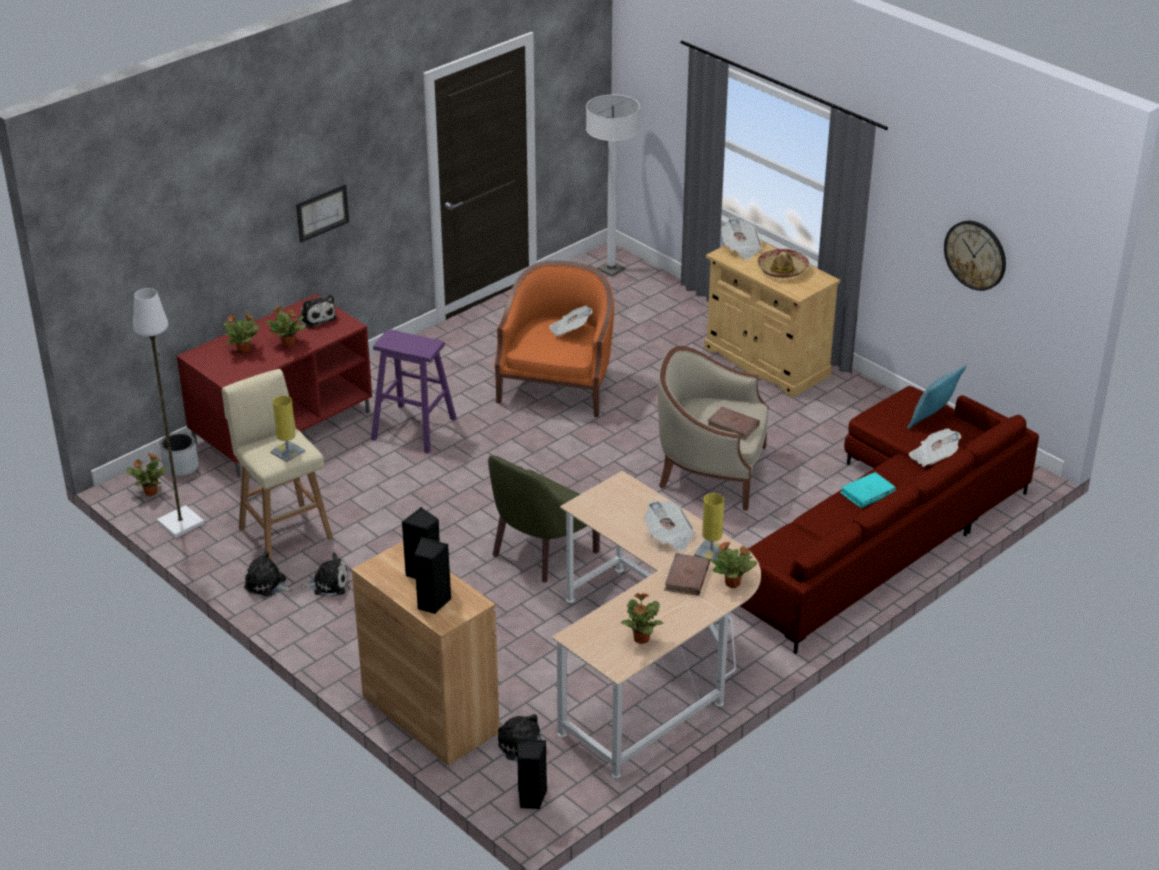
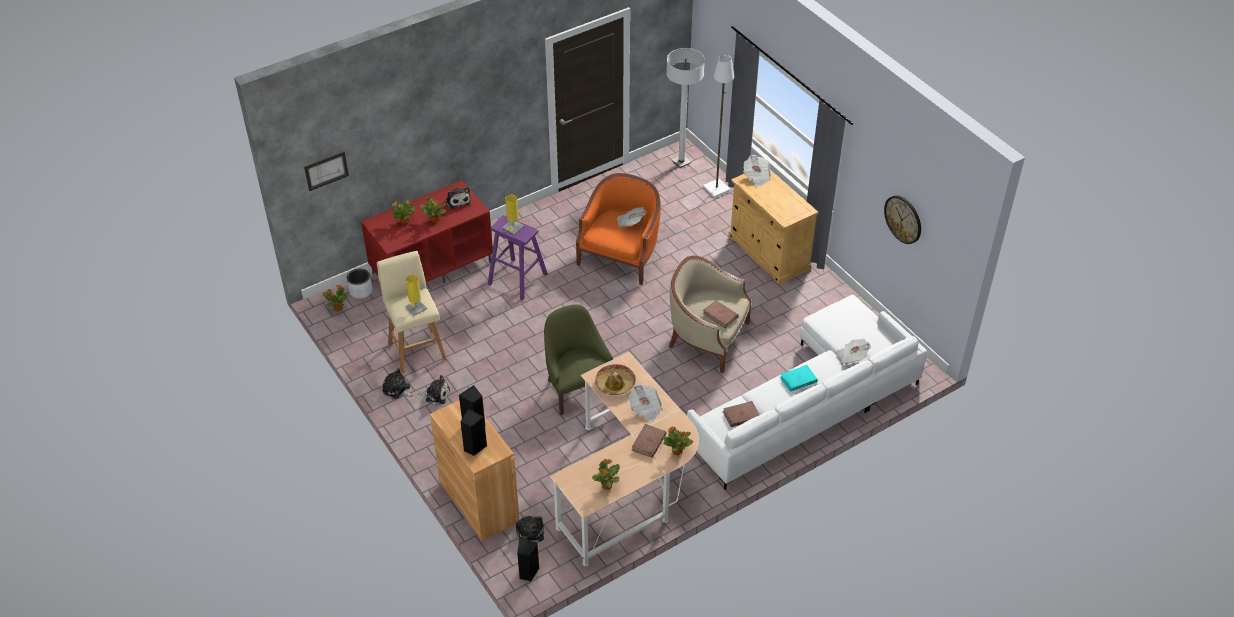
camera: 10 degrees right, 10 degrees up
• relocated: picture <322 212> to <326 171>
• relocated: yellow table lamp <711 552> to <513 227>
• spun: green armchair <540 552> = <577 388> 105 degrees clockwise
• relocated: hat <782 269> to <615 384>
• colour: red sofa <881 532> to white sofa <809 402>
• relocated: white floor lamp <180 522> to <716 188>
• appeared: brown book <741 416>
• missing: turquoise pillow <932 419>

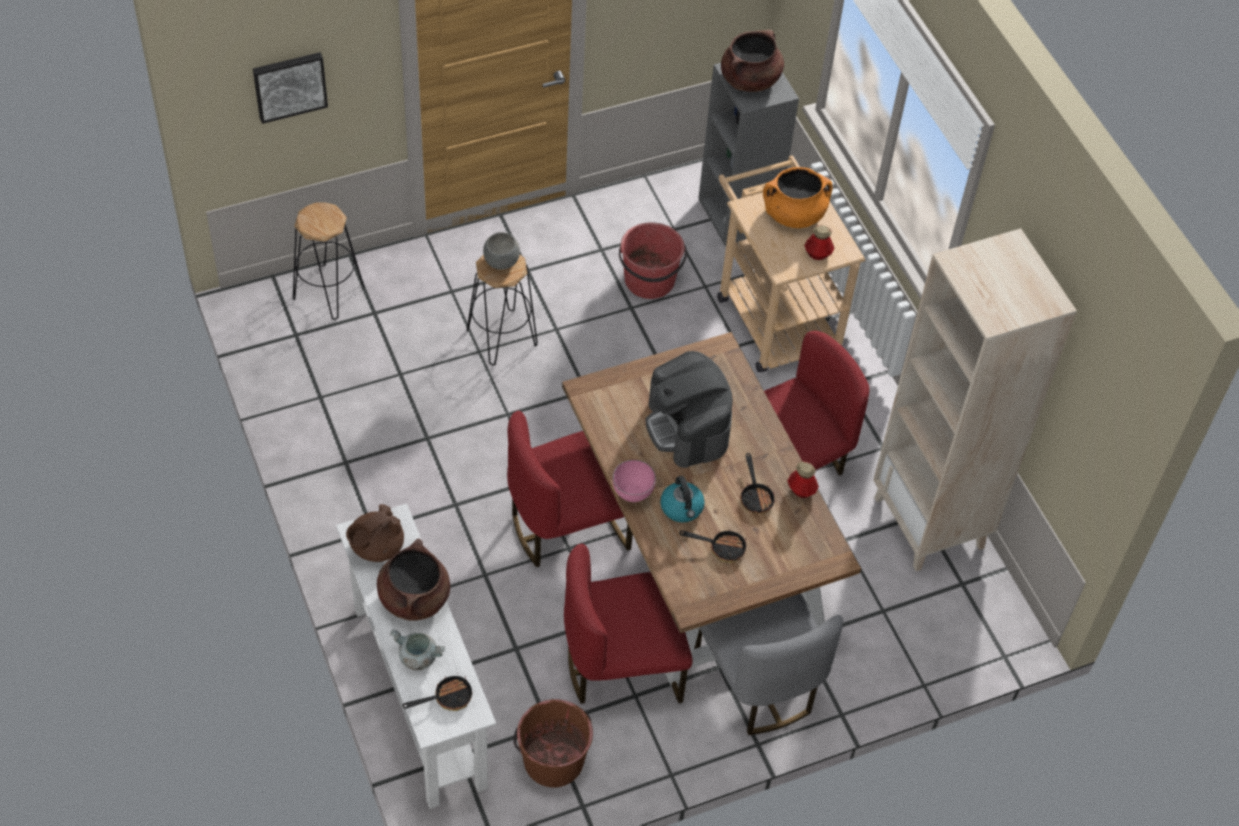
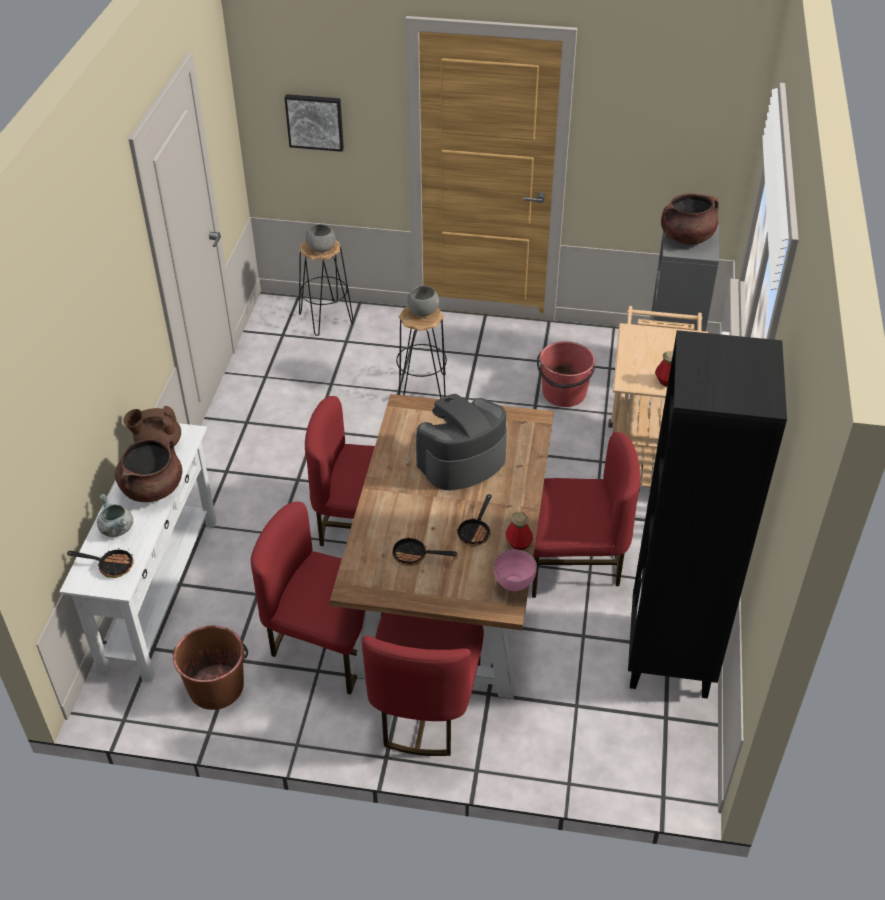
camera: 35 degrees right, 10 degrees down
• appeared: grey bowl <321 248>
• colour: grey chair <758 683> to red chair <424 710>
• spun: frying pan <721 547> = <415 556> 150 degrees clockwise
• spun: coffee machine <688 427> = <461 461> 45 degrees clockwise
• relocated: pink bowl <633 495> to <513 586>
• colour: beige bookcase <930 523> to black bookcase <670 656>
• missing: kettle <682 508>
• missing: orange cooking pot <793 214>

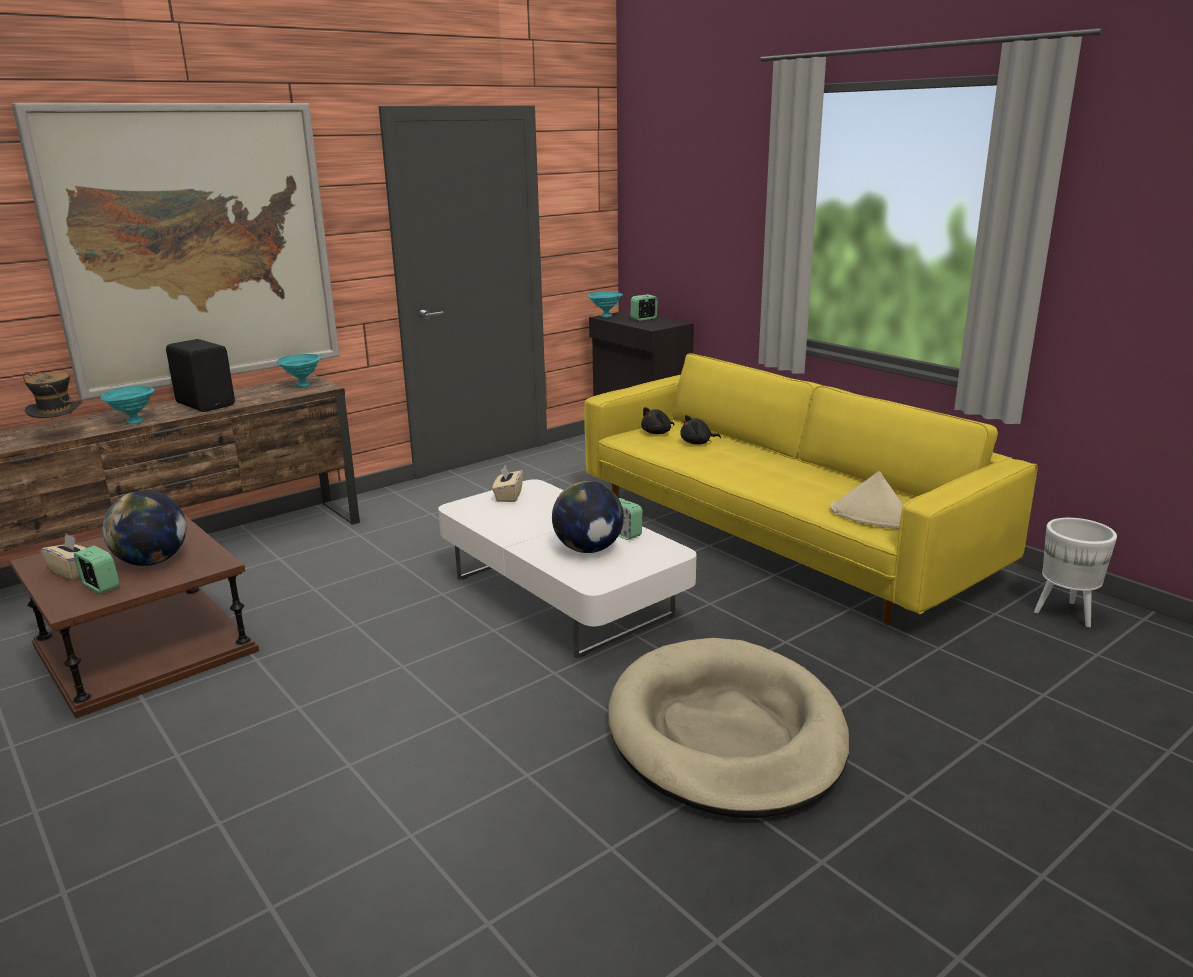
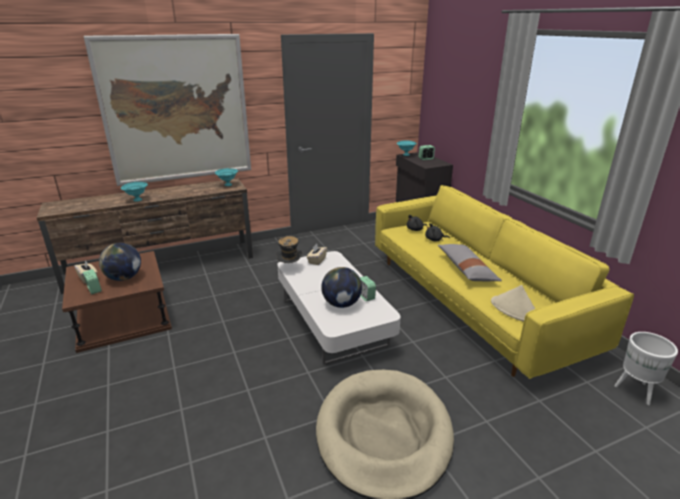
camera: 15 degrees right, 5 degrees up
• relocated: hat <61 435> to <289 268>
• appeared: grey pillow <466 269>
• missing: black speaker <206 404>

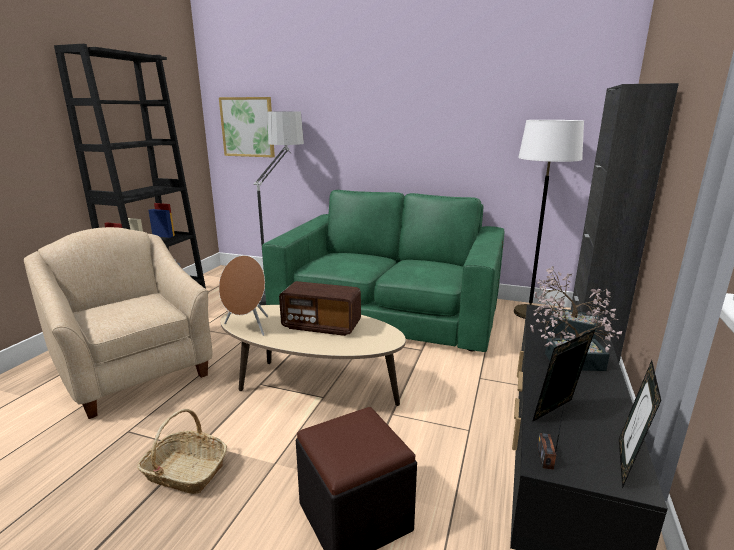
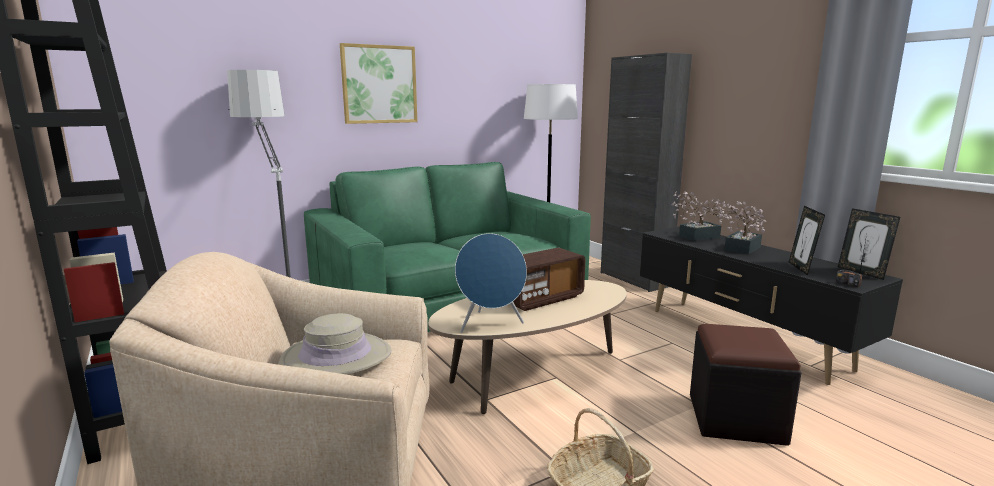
camera: 50 degrees left, 5 degrees down
• appeared: beige hat <336 357>
• relocated: picture <248 127> to <379 84>
• colour: brown speaker <248 327> to blue speaker <490 325>

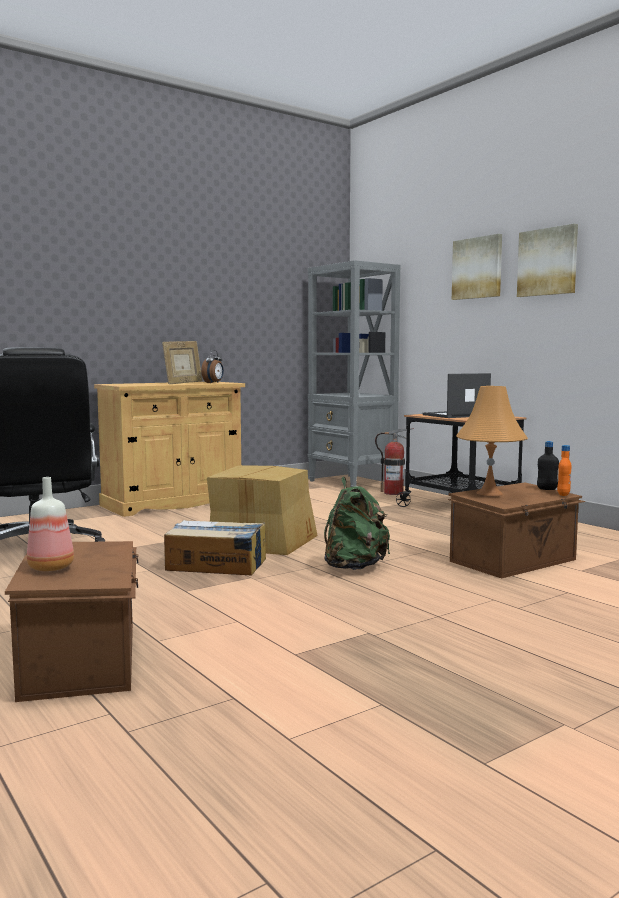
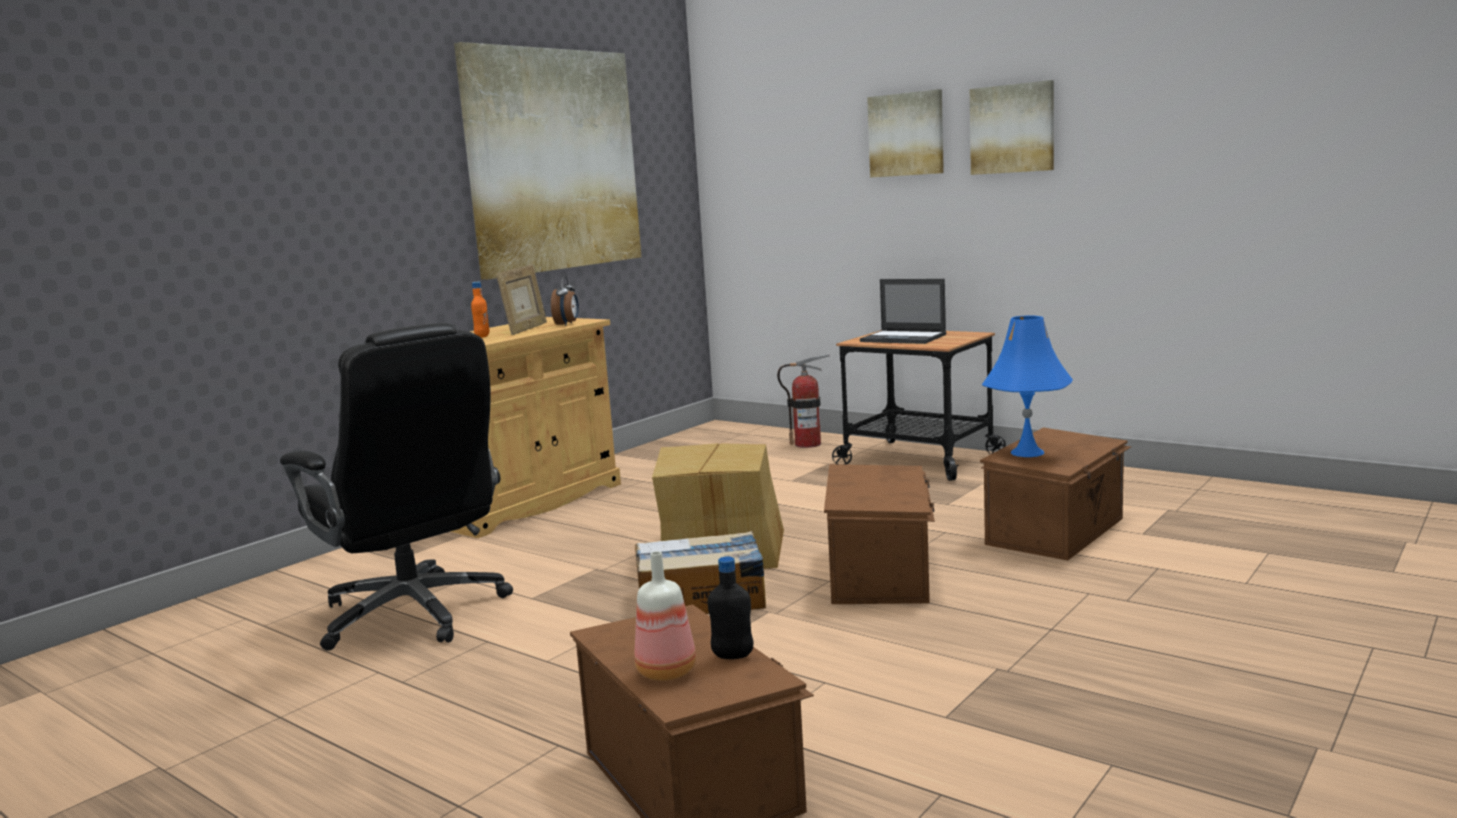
camera: 15 degrees left, 5 degrees up
• appeared: picture <553 160>
• relocated: orange bottle <563 494> to <482 336>
• relocated: black bottle <547 489> to <732 656>
• exchanged: green backpack <354 567> to brown storage box <881 573>
• spun: laptop <455 415> = <904 338> 105 degrees counterclockwise
• colour: orange table lamp <489 493> to blue table lamp <1027 452>
• missing: grey bookcase <352 483>

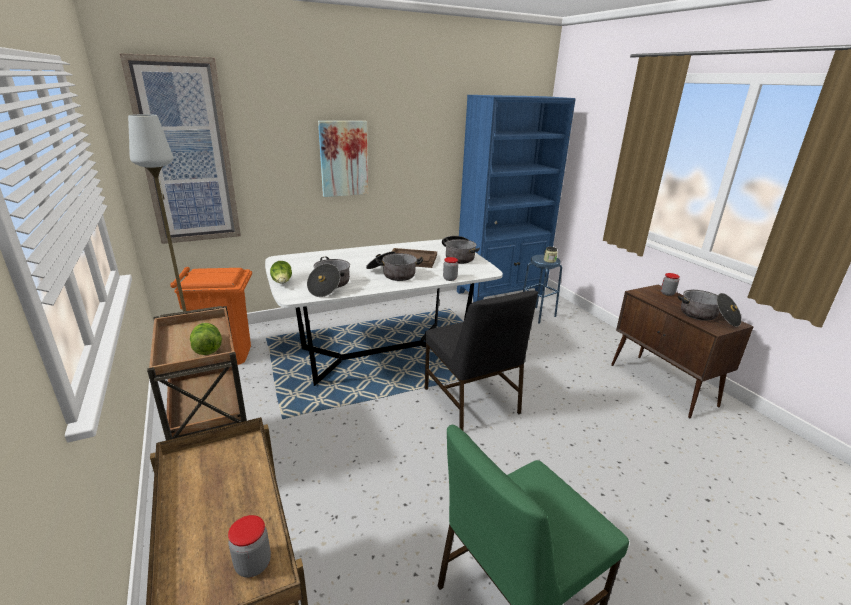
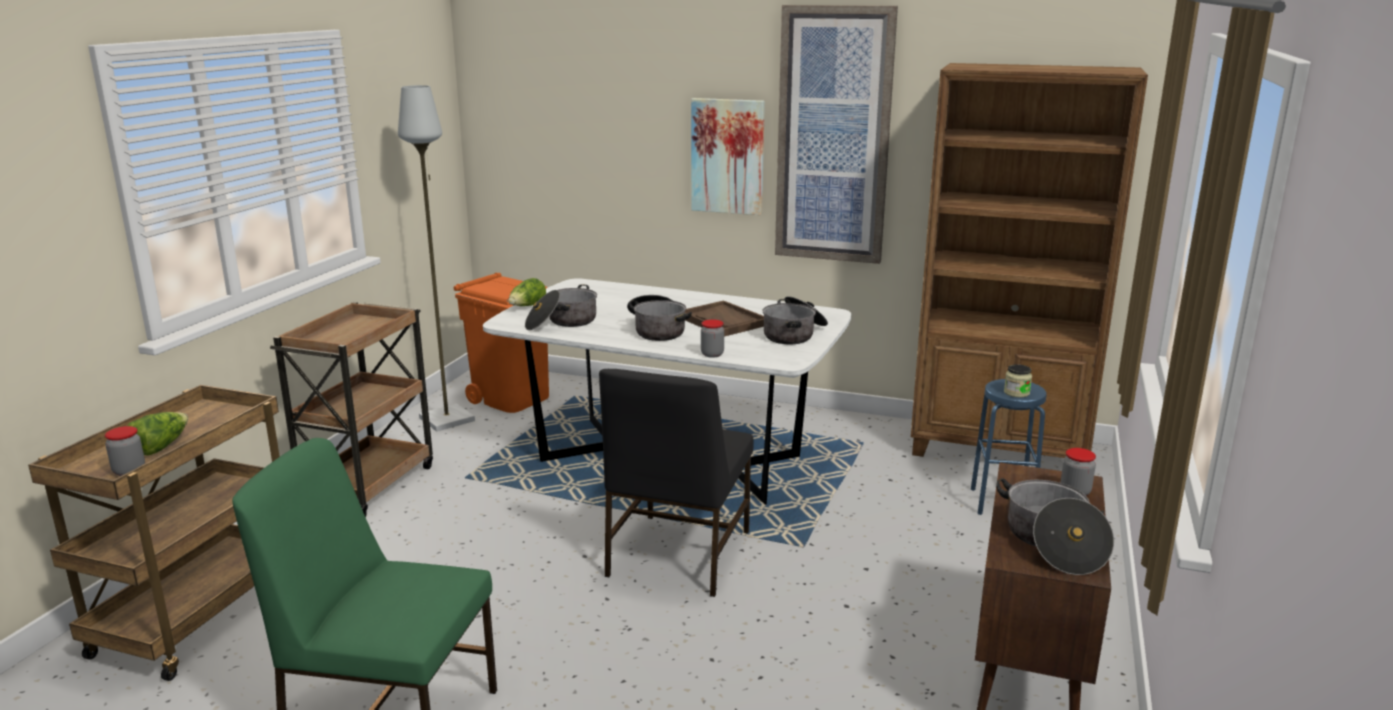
camera: 45 degrees right, 5 degrees down
• relocated: lettuce <207 347> to <160 447>
• relocated: picture <186 154> to <833 136>
• colour: blue bookcase <501 293> to brown bookcase <999 451>

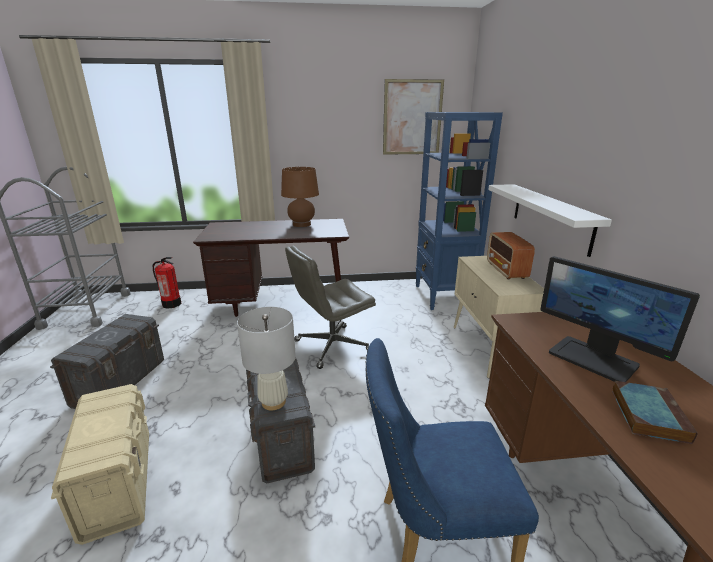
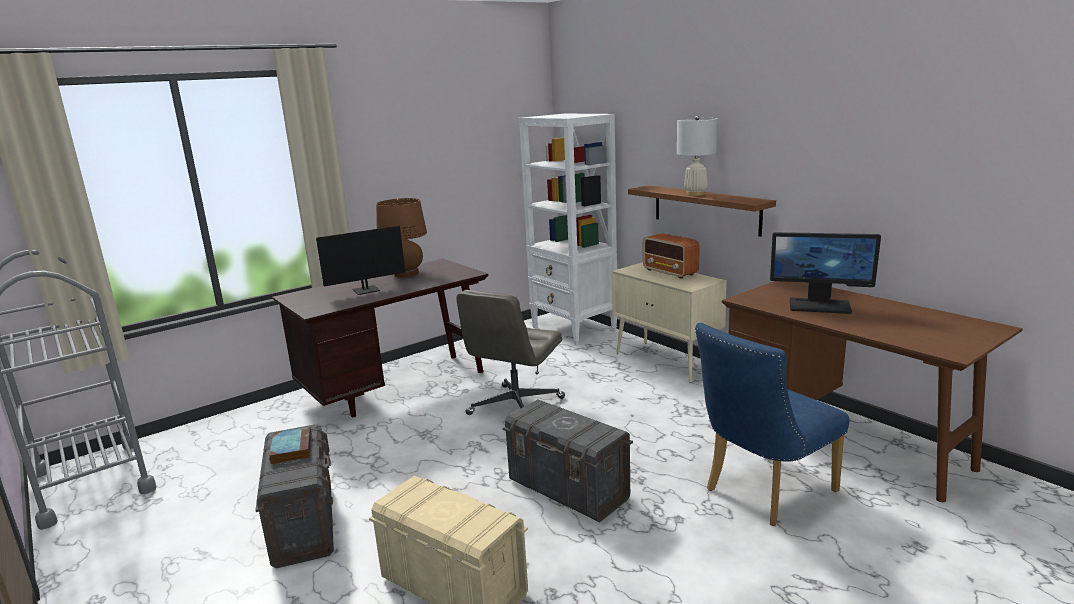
camera: 30 degrees left, 5 degrees down
• relocated: book <647 414> to <291 449>
• appeared: monitor <370 289>
• colour: blue bookcase <444 296> to white bookcase <574 329>
• colour: white shelf <550 216> to brown shelf <705 209>
• relocated: white table lamp <273 402> to <695 194>
• missing: fire extinguisher <171 304>
• missing: picture <412 118>

